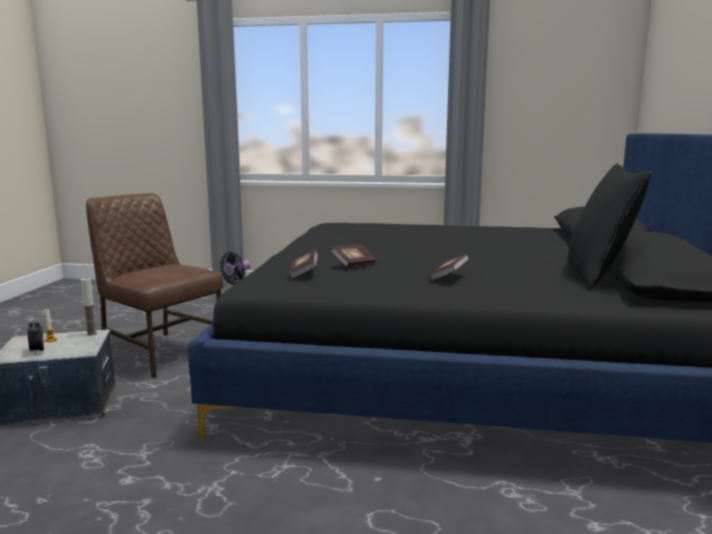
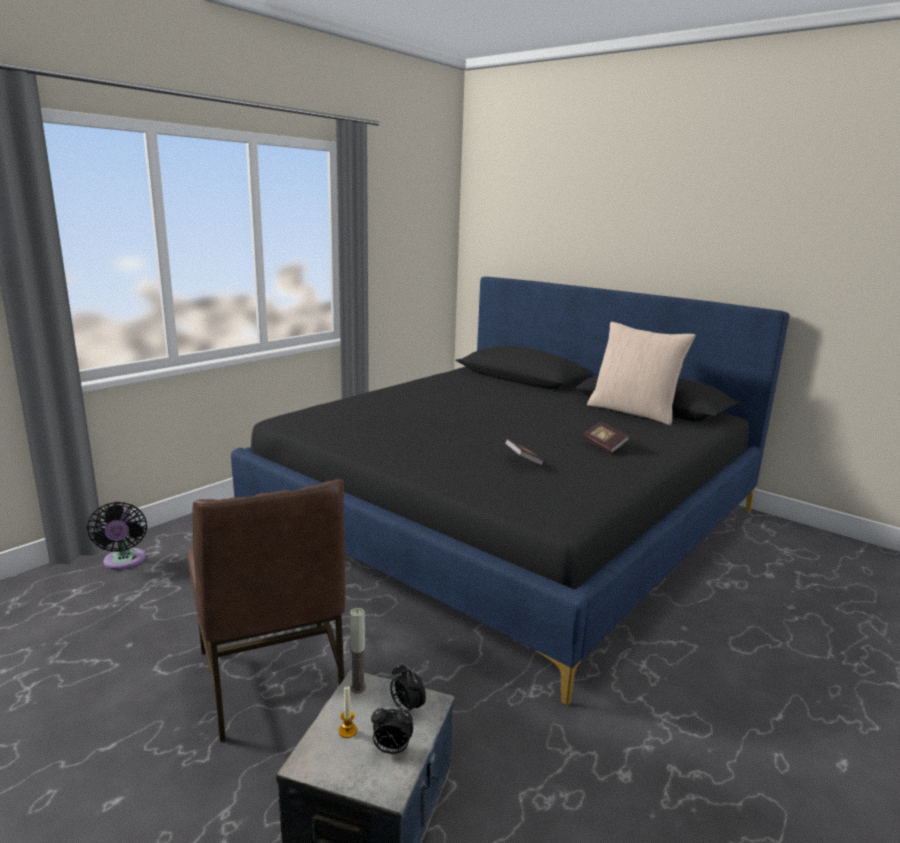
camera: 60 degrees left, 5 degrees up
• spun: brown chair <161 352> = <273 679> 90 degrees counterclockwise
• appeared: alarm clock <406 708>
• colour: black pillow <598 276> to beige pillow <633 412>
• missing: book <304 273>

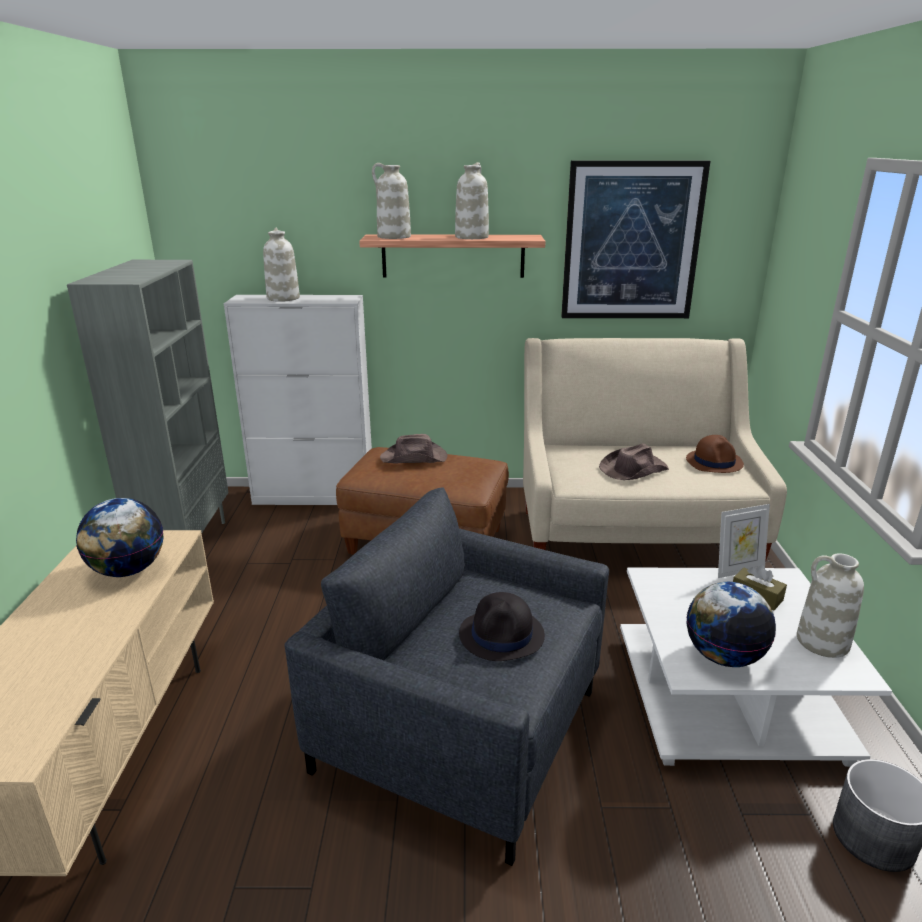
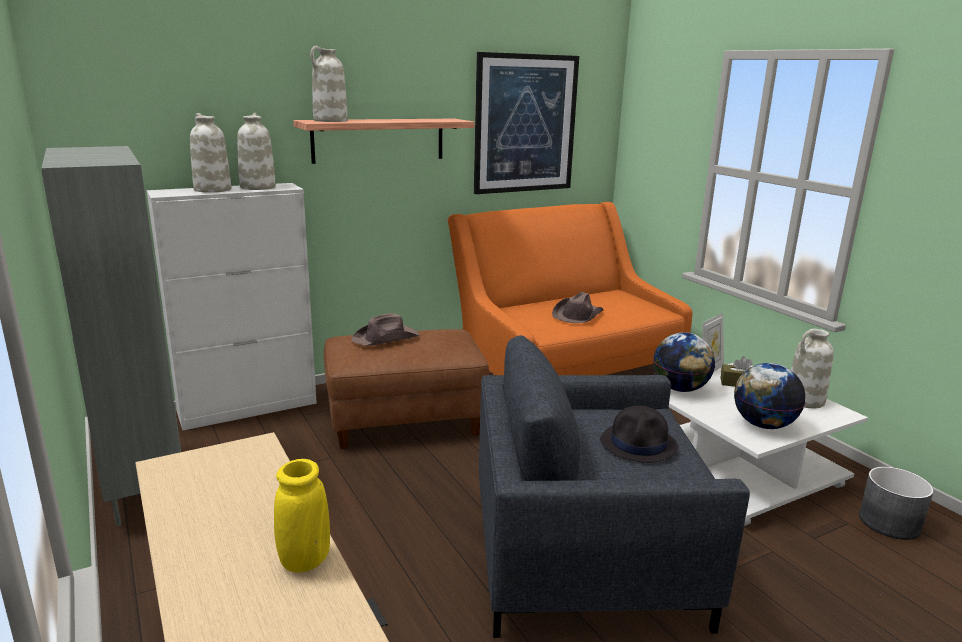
camera: 30 degrees left, 5 degrees down
• relocated: white vase <471 237> to <257 187>
• appeared: yellow vase <305 560>
• colour: beige sofa <632 529> to orange sofa <564 373>
• relocated: globe <128 570> to <680 389>
• missing: brown hat <714 462>

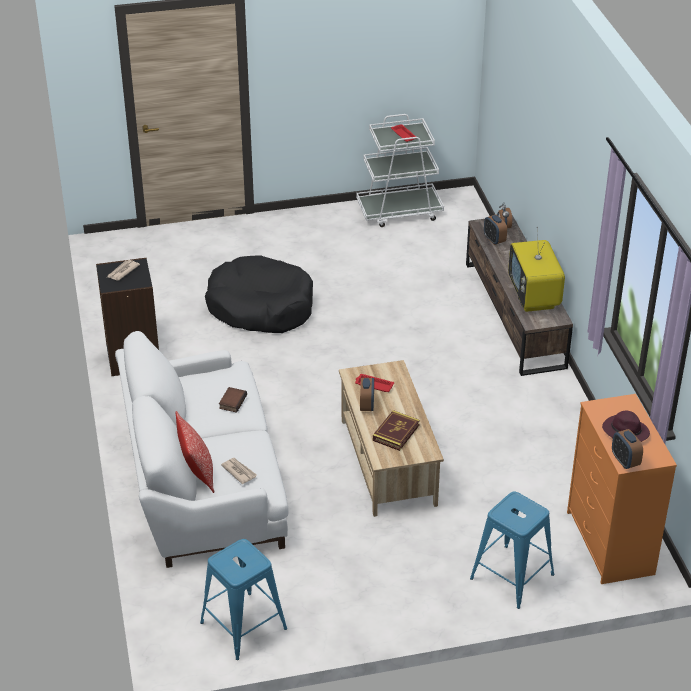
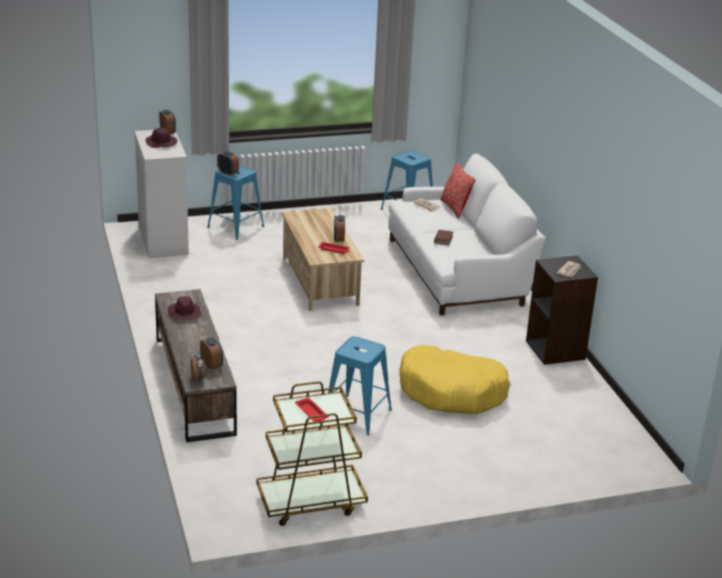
camera: 175 degrees right, 10 degrees down
• colour: orange dresser <610 543> to white dresser <163 240>
• exchanged: television <534 297> to purple hat <184 313>
• appeared: alarm clock <227 173>
• colour: white cart <400 211> to brown cart <310 502>
• appeared: blue stool <357 414>
• colour: black dog bed <260 307> to yellow dog bed <452 392>
• missing: book <396 433>

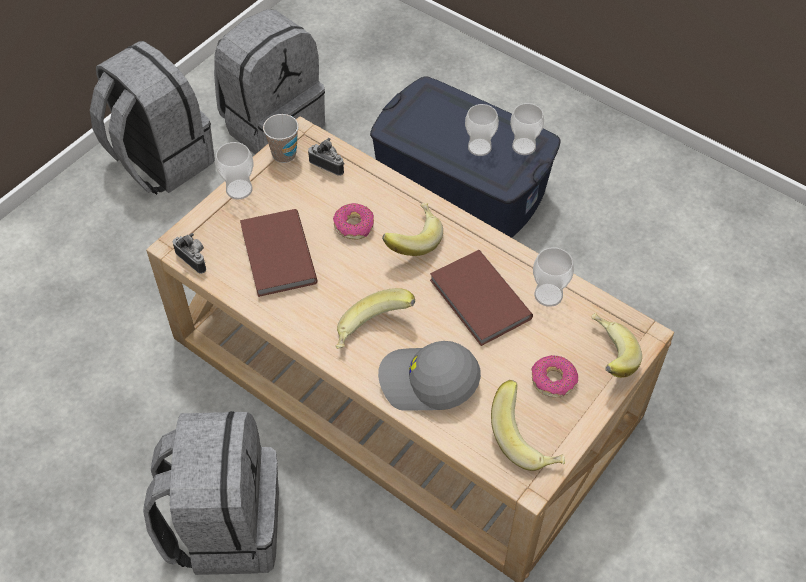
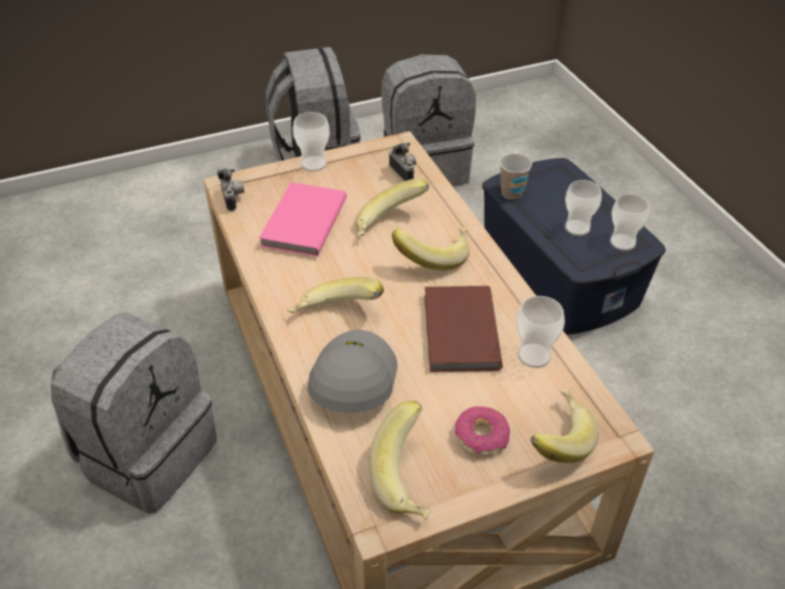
camera: 30 degrees right, 10 degrees down
• colour: brown book <276 256> to pink book <301 222>
• spun: grey cap <428 382> = <351 380> 60 degrees clockwise
• exchanged: donut <354 226> to banana <389 226>
• relocated: cup <284 154> to <512 193>

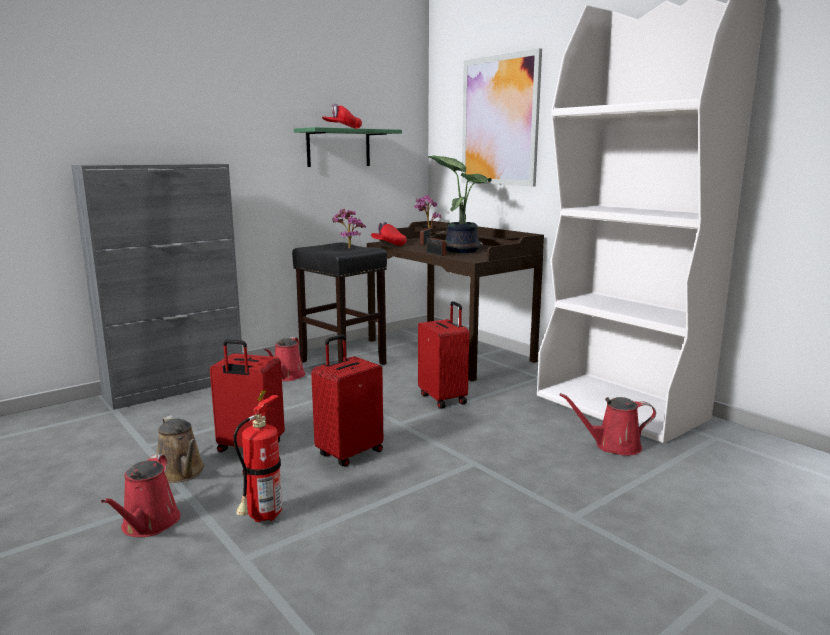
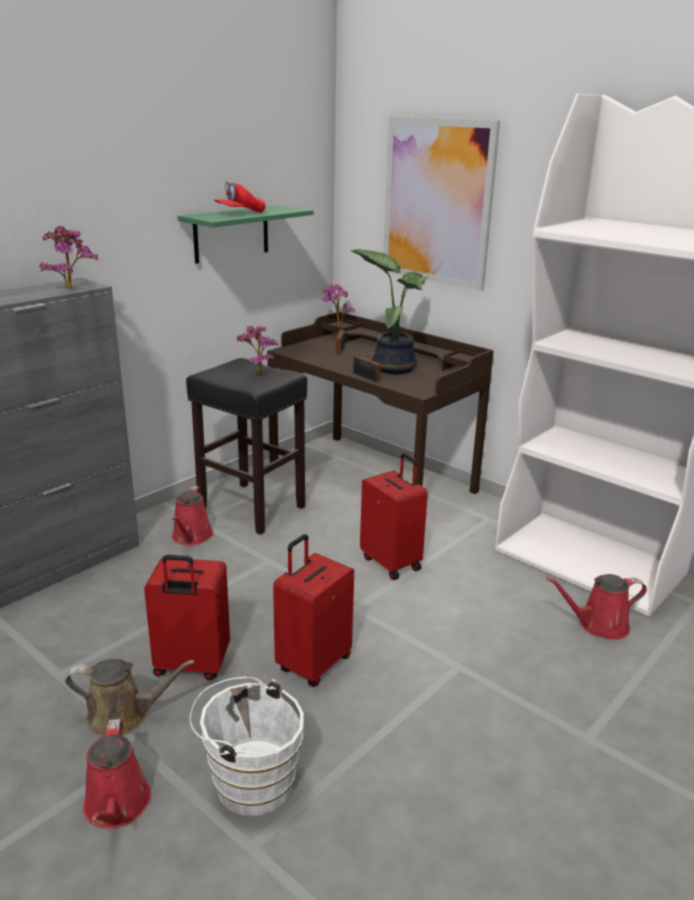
camera: 10 degrees left, 10 degrees up
• appeared: potted plant <71 288>
• spun: brown watering can <181 473> = <123 716> 45 degrees counterclockwise
• exchanged: fire extinguisher <262 518> to white bucket <249 781>
• missing: red cap <388 244>

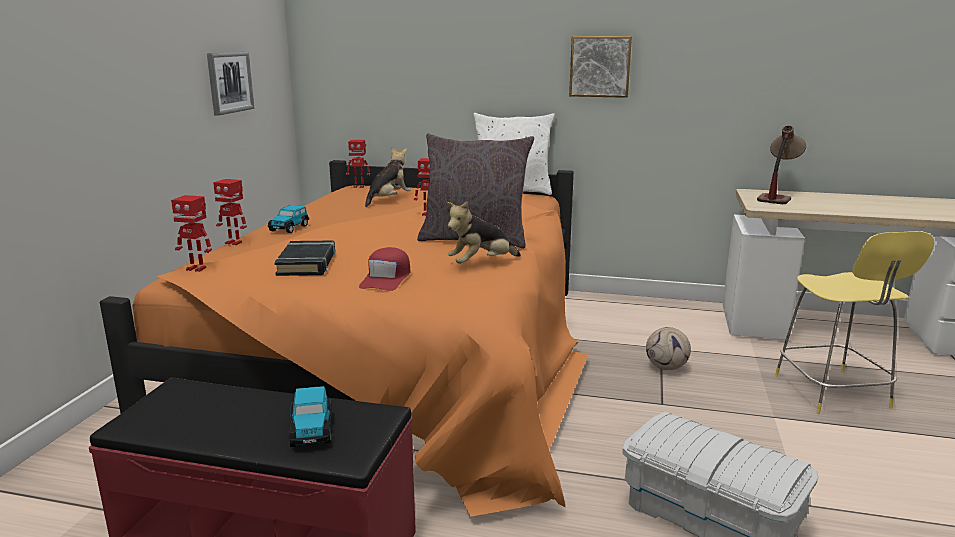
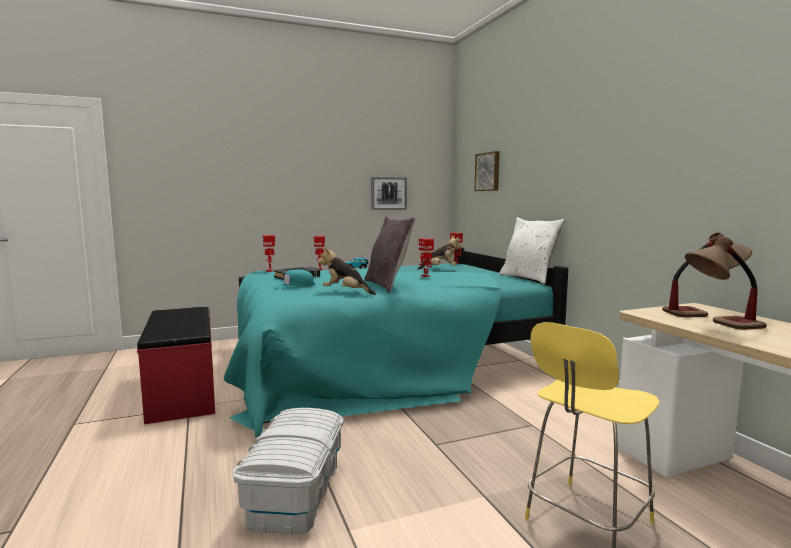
camera: 55 degrees right, 10 degrees down
• colour: orange bed <405 357> to turquoise bed <384 363>
• colour: red cap <386 279> to turquoise cap <294 286>
• relocated: picture <600 66> to <488 172>
• appeared: table lamp <720 326>
• missing: toy car <311 430>
• missing: football <667 367>

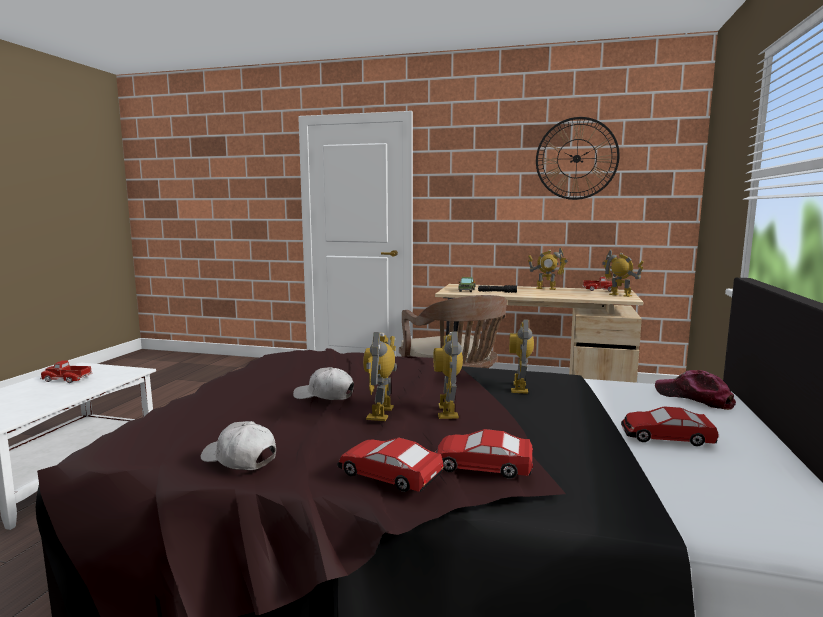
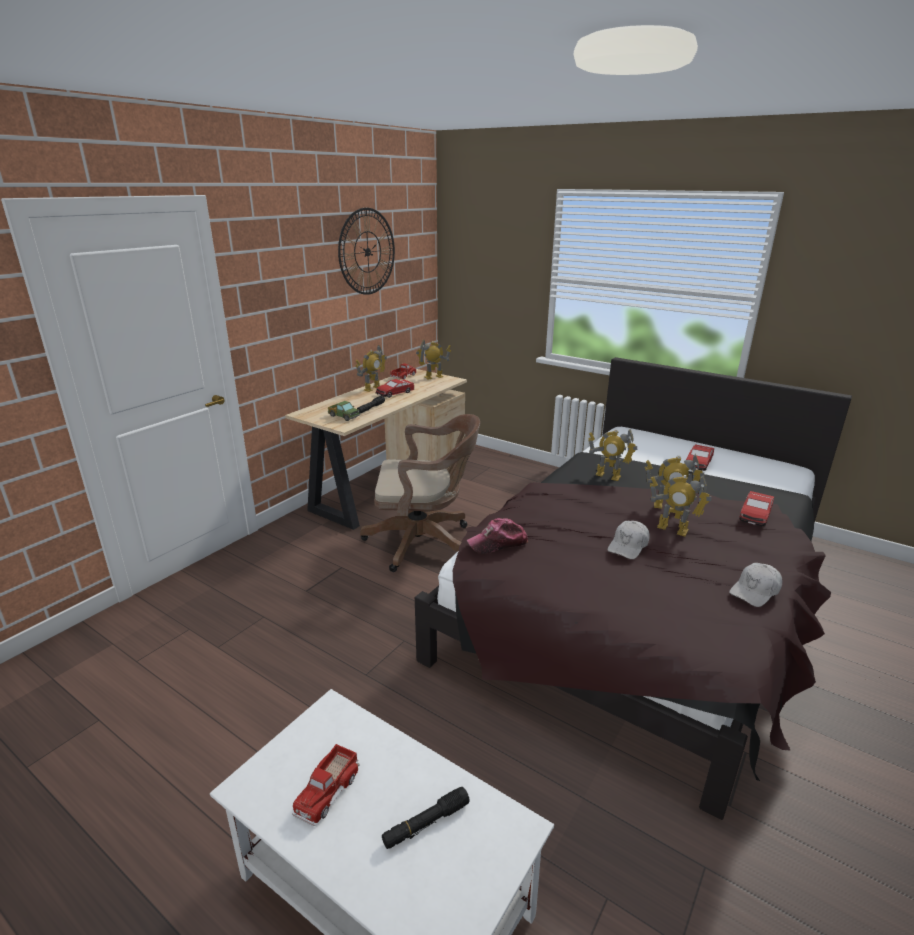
camera: 70 degrees left, 15 degrees up
• relocated: toy car <388 475> to <395 393>
• appeared: black flashlight <426 823>
• relocated: cap <694 398> to <498 543>

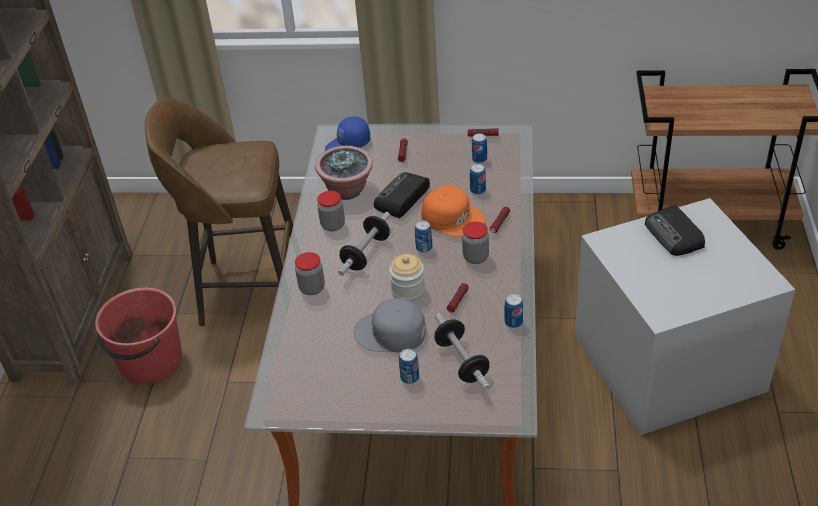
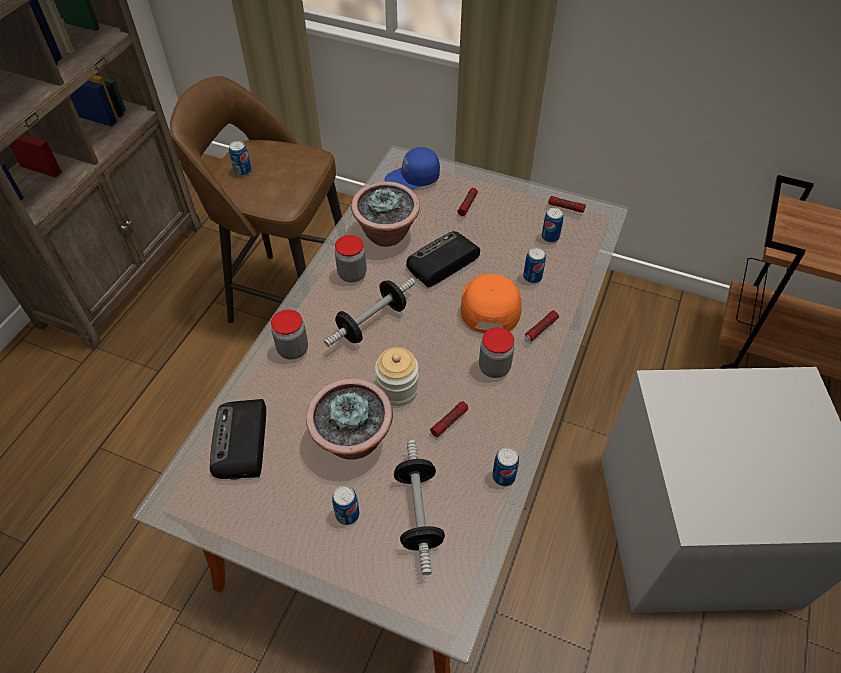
camera: 15 degrees right, 10 degrees up
• relocated: radio <674 235> to <241 443>
• relocated: can <424 247> to <243 171>
• exchanged: grey cap <391 333> to potted plant <353 441>
• spun: orange cap <453 217> = <489 305> 135 degrees counterclockwise
• missing: red bucket <150 362>

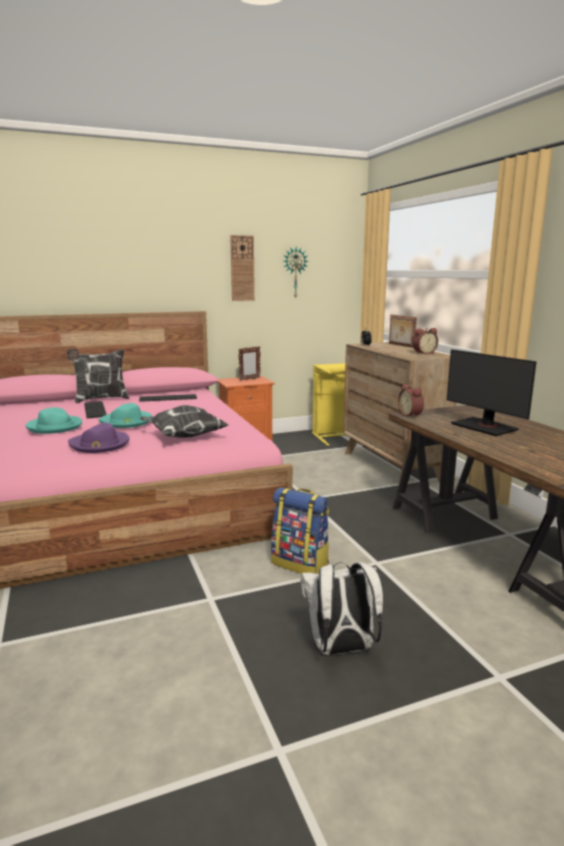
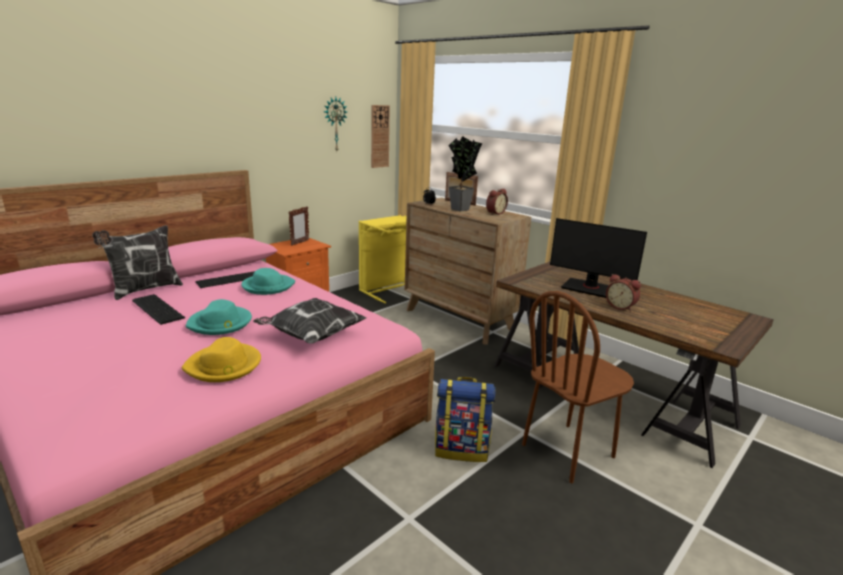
camera: 25 degrees left, 5 degrees up
• colour: purple hat <99 444> to yellow hat <224 366>
• relocated: turquoise hat <55 427> to <268 286>
• relocated: wall clock <242 268> to <379 136>
• appeared: potted plant <460 210>
• appeared: brown chair <568 451>
• relocated: alarm clock <411 415> to <621 307>
• missing: white backpack <341 649>

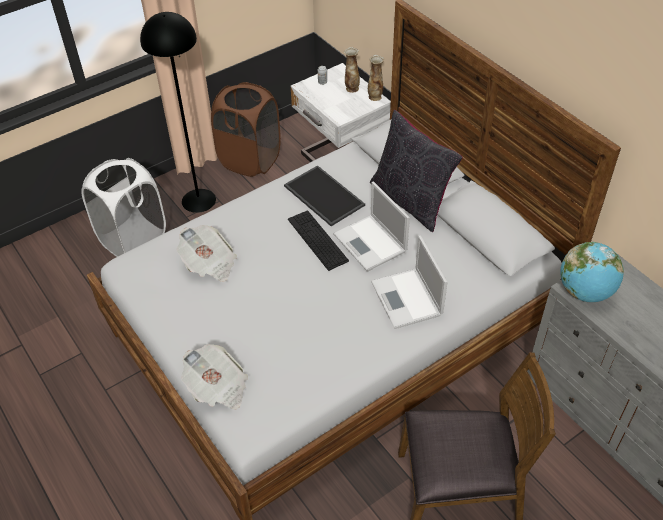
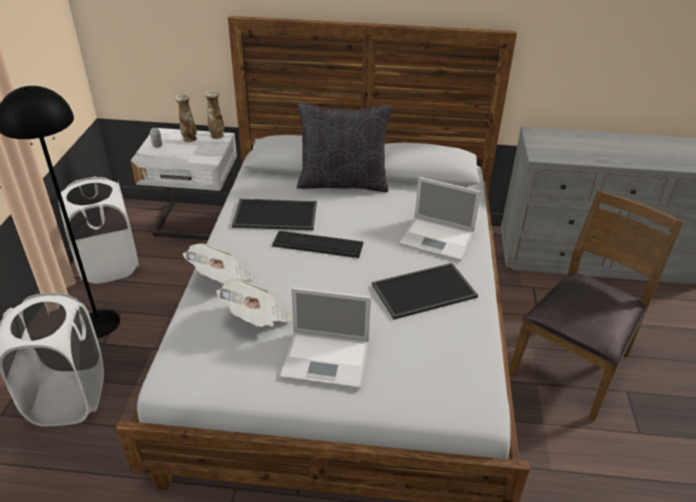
camera: 50 degrees left, 10 degrees down
• colour: brown laundry basket <250 160> to white laundry basket <109 265>
• relocated: newspaper <217 388> to <221 277>
• relocated: laptop <371 243> to <327 359>
• appeared: tray <424 292>
• missing: globe <585 292>

